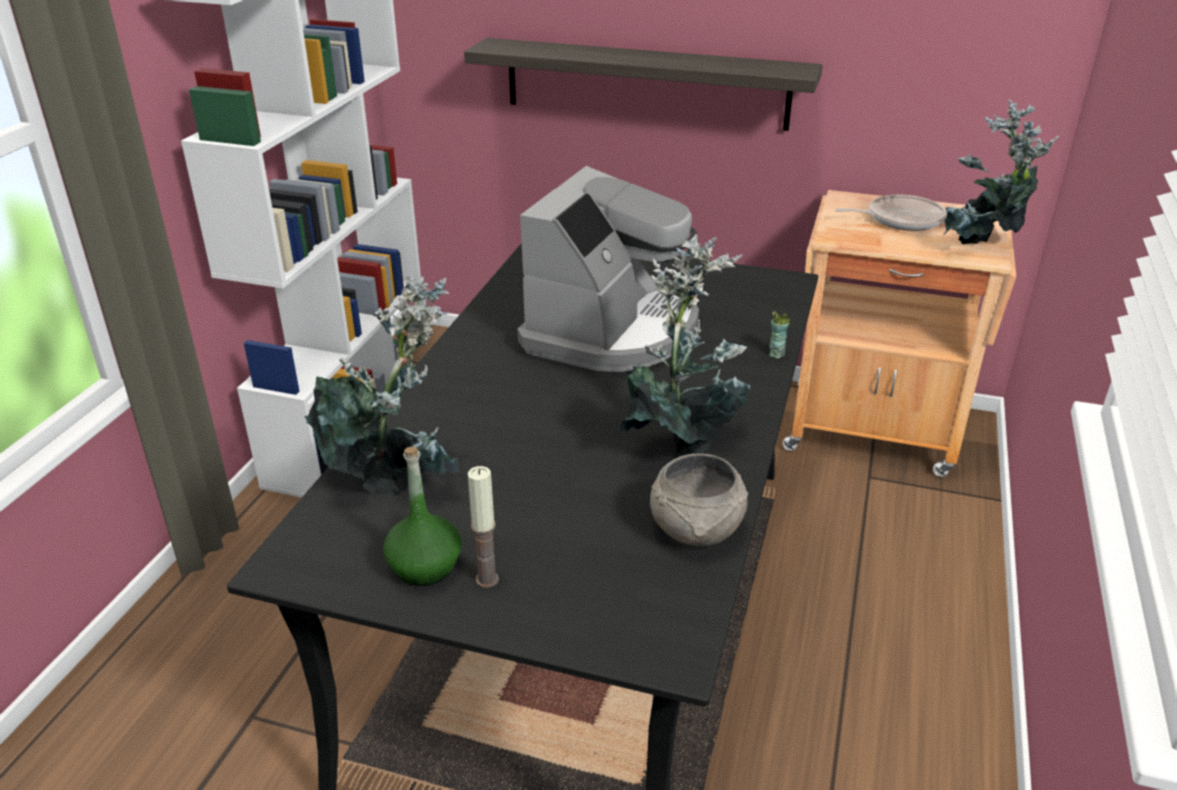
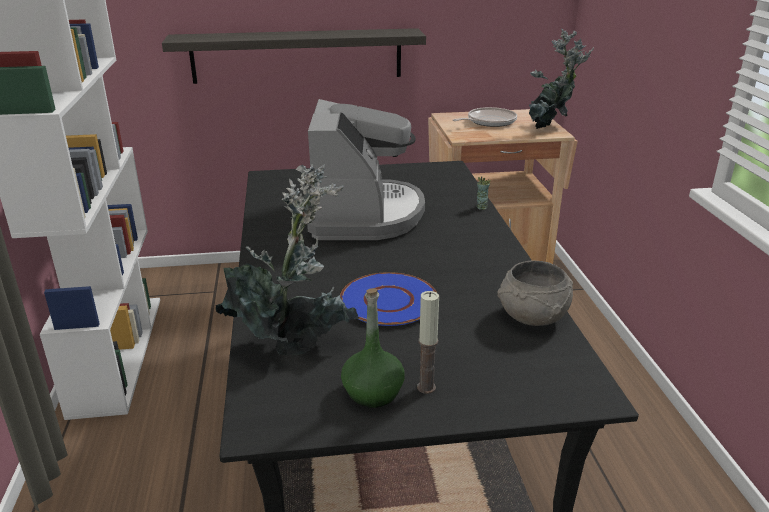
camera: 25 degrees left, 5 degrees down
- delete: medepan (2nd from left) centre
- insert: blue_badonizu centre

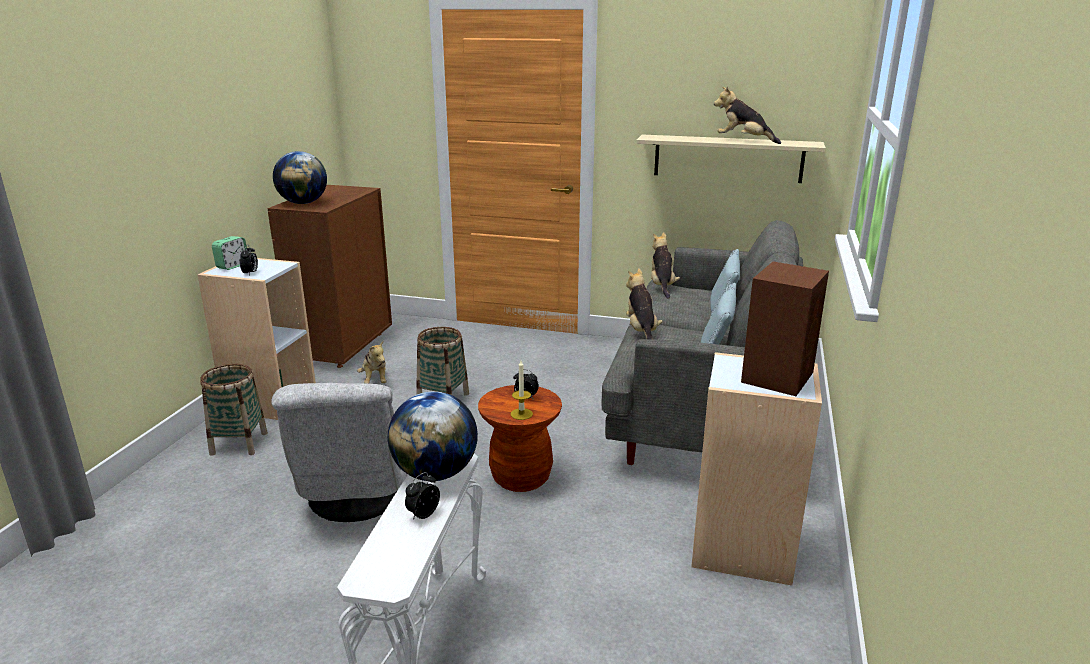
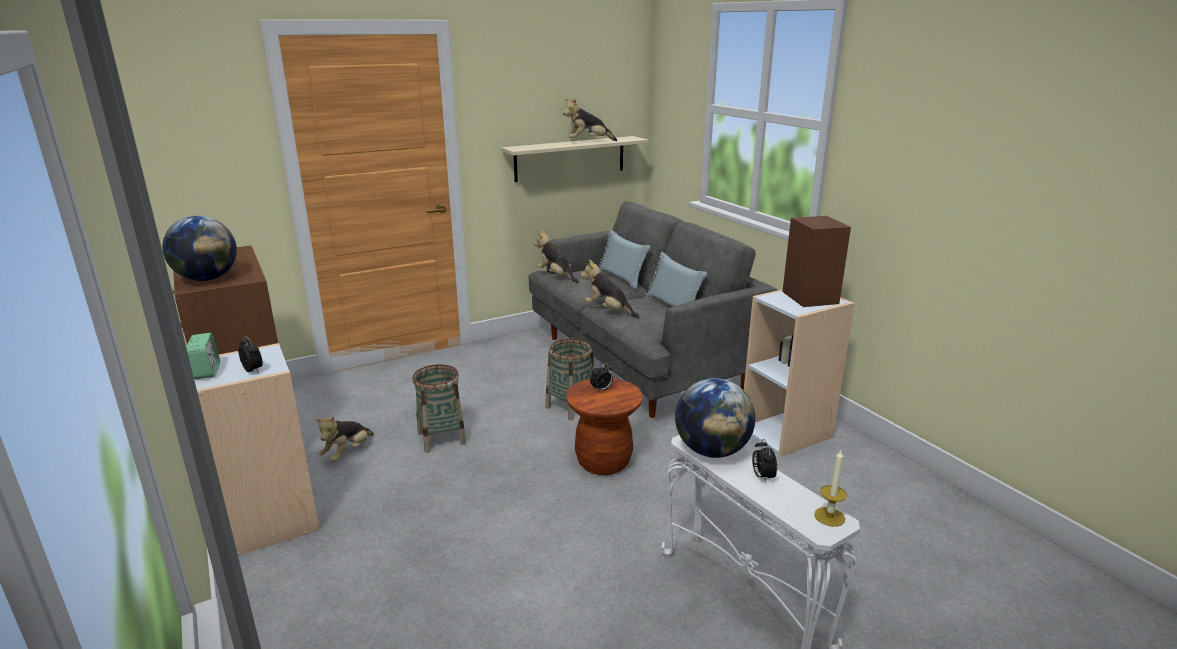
camera: 45 degrees left, 0 degrees up
- delete: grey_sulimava bottom left
- move: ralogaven (1st from left in the first image) middle left to ralogaven (2nd from left) centre
- move: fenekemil centre to bottom right
- rotate: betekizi (1st from left) centre = bottom left 90 degrees clockwise

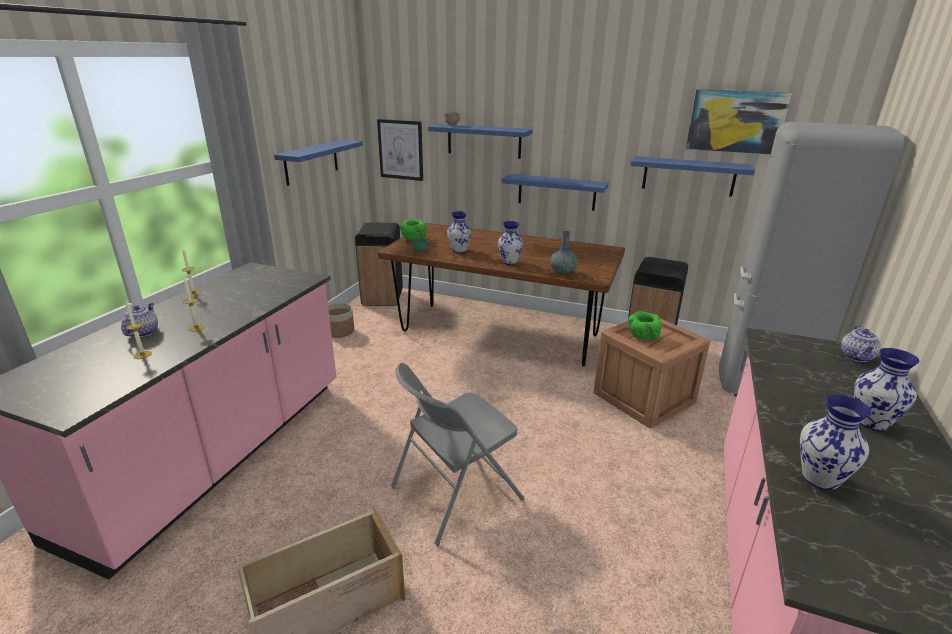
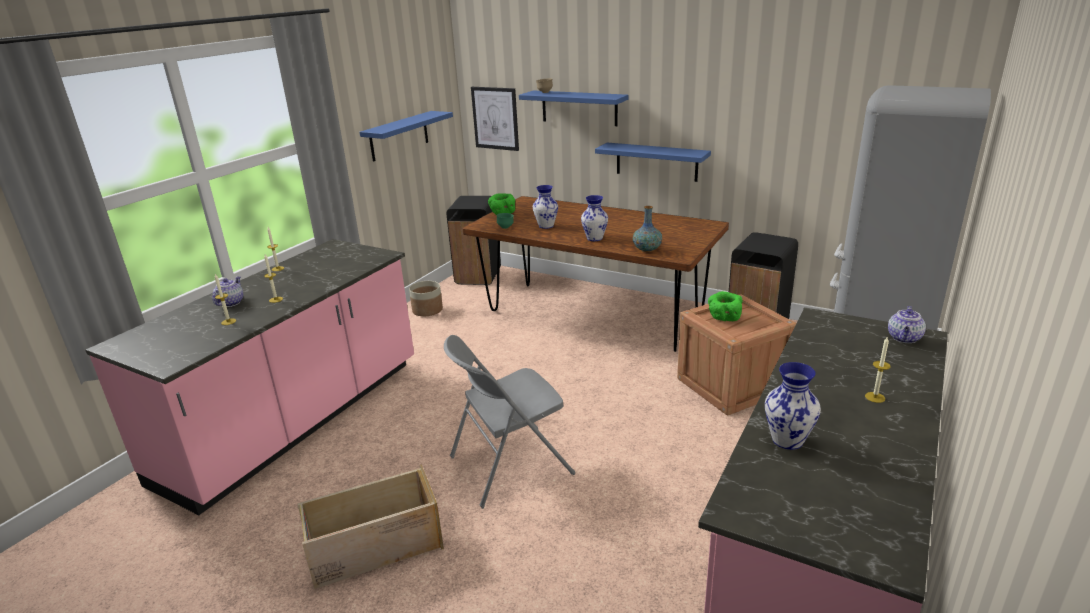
camera: 10 degrees right, 0 degrees up
- delete: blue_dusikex (4th from left) top right
- delete: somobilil (2nd from left) top right
- replace: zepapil (5th from left) middle right to fenekemil (4th from left) middle right

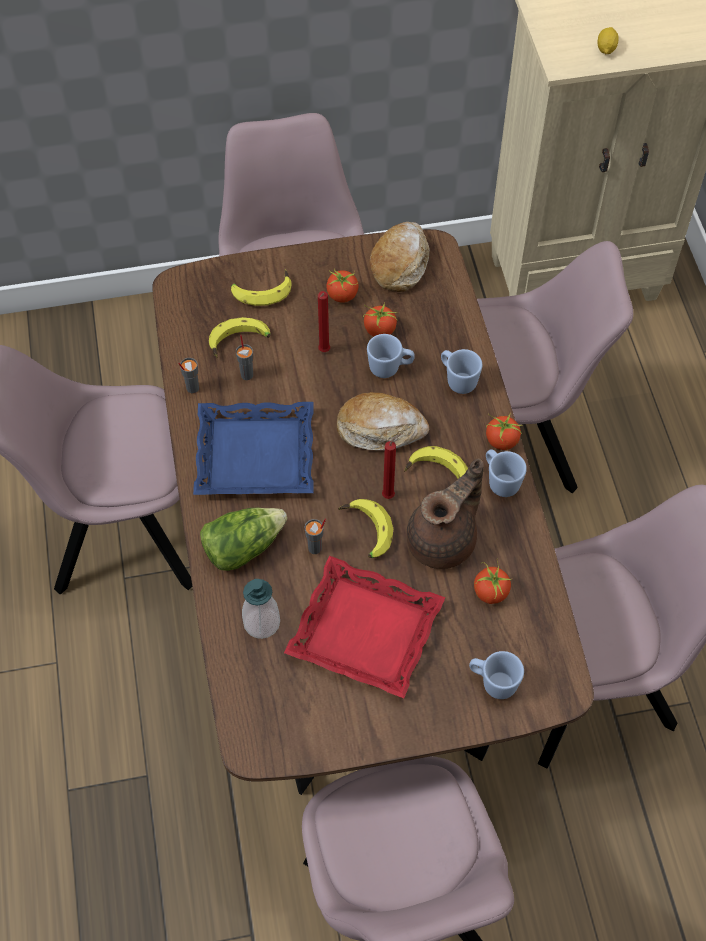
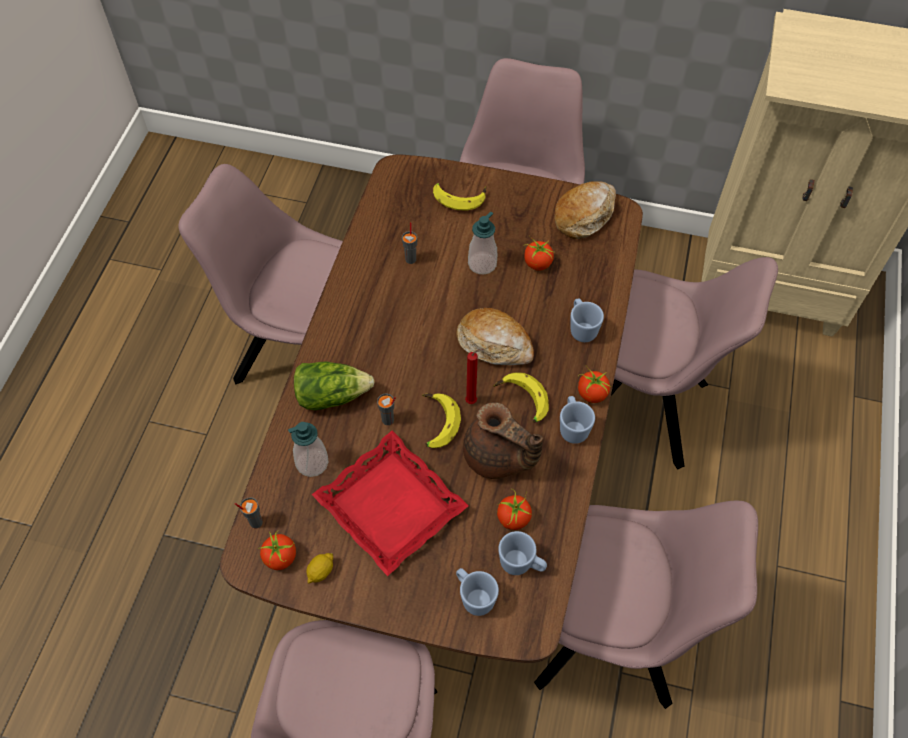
camera: 25 degrees right, 0 degrees up
- delete: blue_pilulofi centre
- delete: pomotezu (1st from left) centre
- move: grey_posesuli (1st from left) middle left to bottom left
- move: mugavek (1st from left) top centre to bottom left
- move: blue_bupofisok (1st from left in the first image) centre to blue_bupofisok (2nd from left) bottom centre
- move: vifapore top right to bottom centre
- replace: red_fenekemil (1st from left) centre to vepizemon (2nd from left) top centre
- rotate: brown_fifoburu centre = centre 60 degrees clockwise

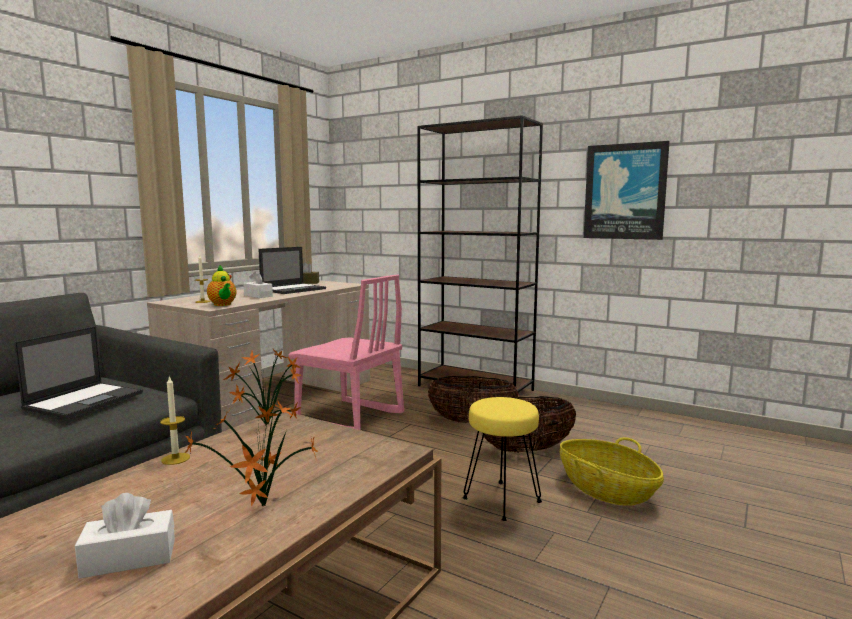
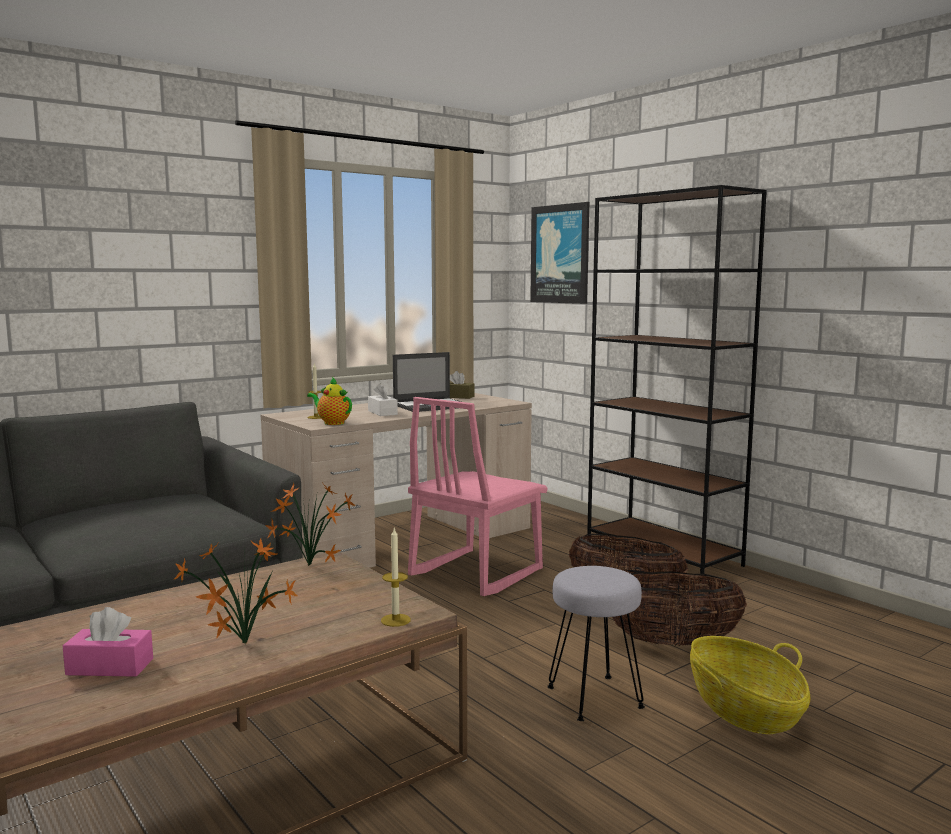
camera: 20 degrees right, 0 degrees up
- delete: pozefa (1st from left) middle left
- move: fenekemil (1st from left in the first image) bottom left to fenekemil (2nd from left) bottom centre
- move: somobilil top right to top centre
- recolor: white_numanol (1st from left) bottom left to pink_numanol bottom left
- recolor: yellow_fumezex bottom centre to grey_fumezex bottom centre
- rotate: fifoburu middle left = centre 135 degrees clockwise
- rotate: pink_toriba centre = centre 75 degrees clockwise

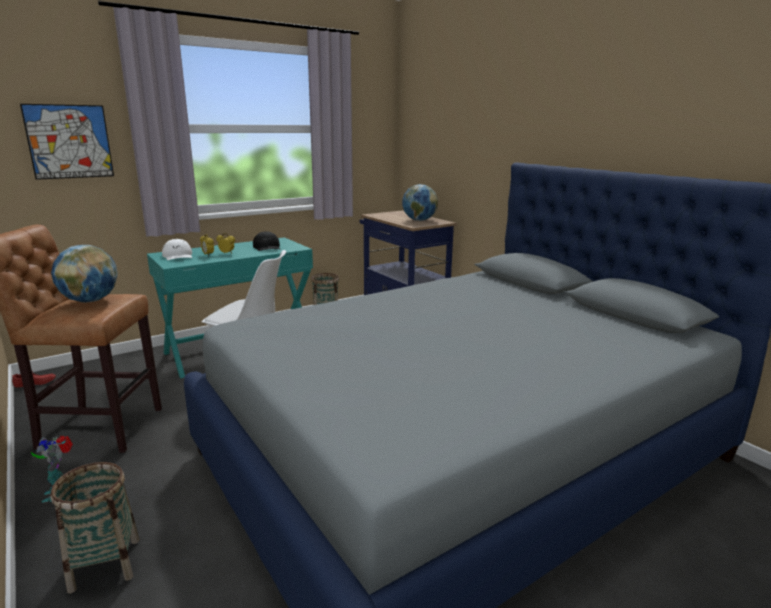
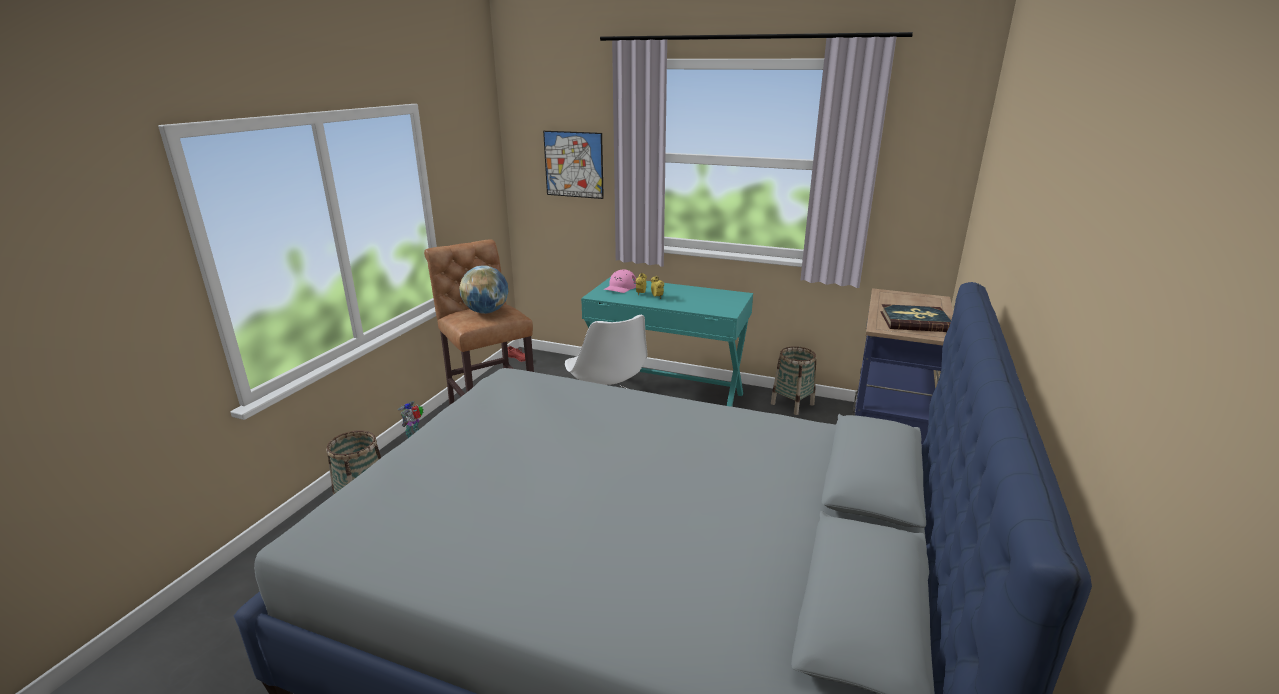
camera: 55 degrees right, 5 degrees up
- delete: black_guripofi centre
- replace: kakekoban (2nd from left) top centre to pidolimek middle right
- recolor: white_guripofi middle left to pink_guripofi centre

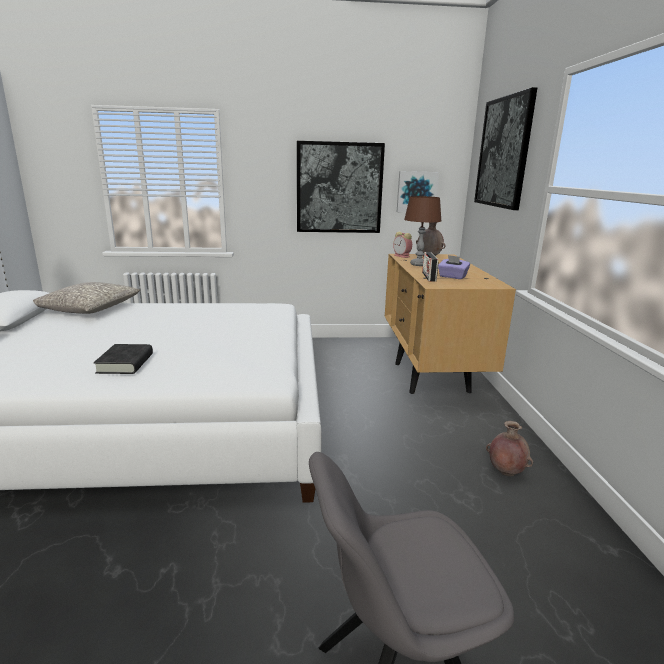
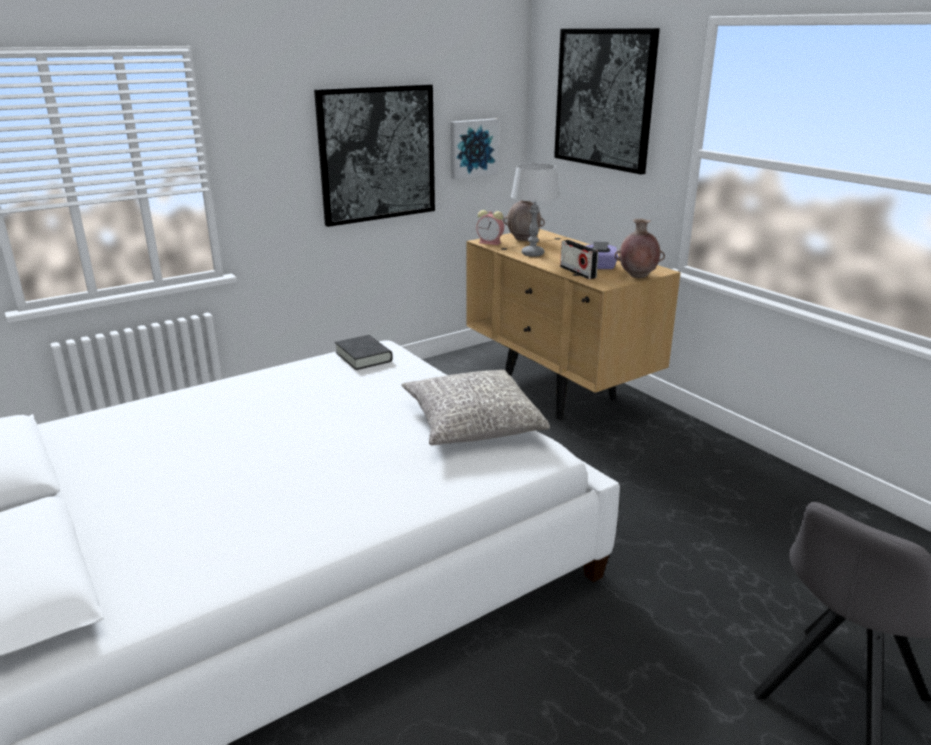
camera: 30 degrees left, 5 degrees up
- move: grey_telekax middle left to centre
- move: black_pidolimek middle left to centre
- move: brown_zepapil (2nd from left) bottom right to top right
- recolor: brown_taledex centre to grey_taledex top centre

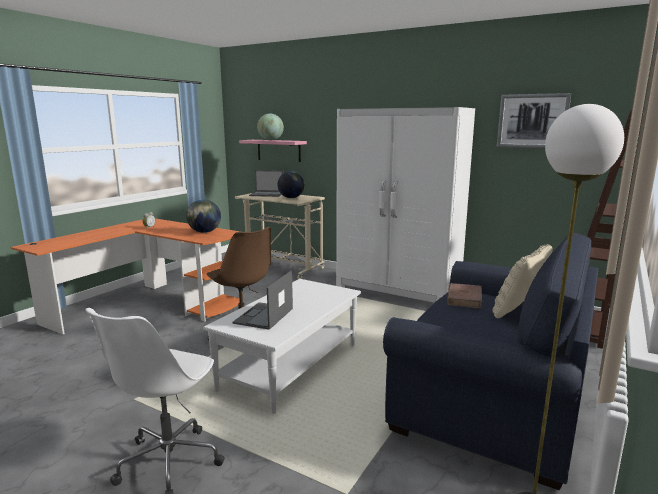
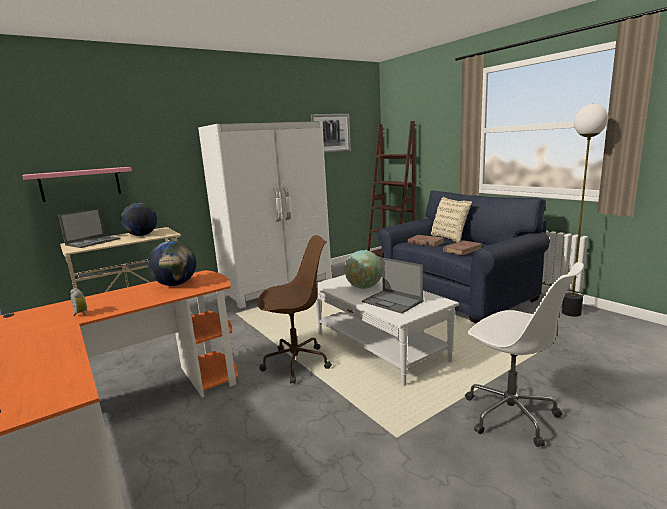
camera: 65 degrees left, 0 degrees up
- insert: brown_pidolimek (2nd from left) middle right
- move: kakekoban (2nd from left in the first image) top centre to kakekoban (3rd from left) centre

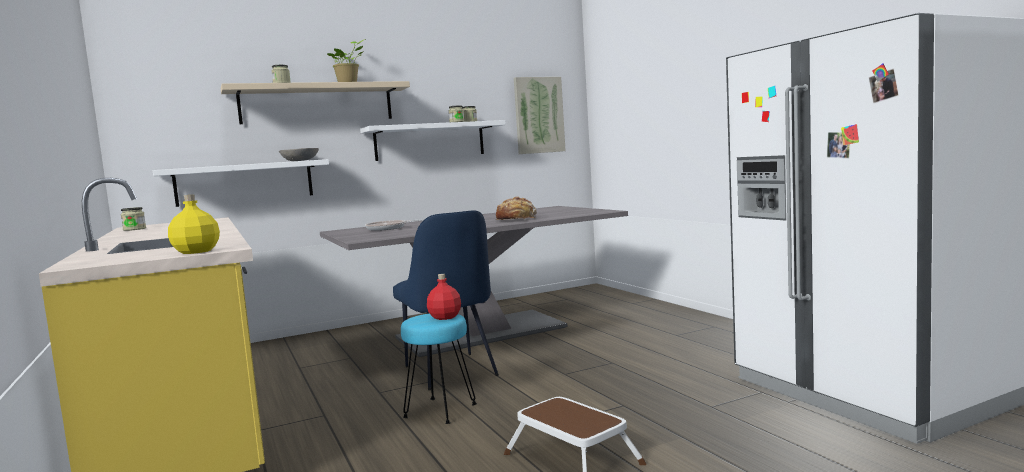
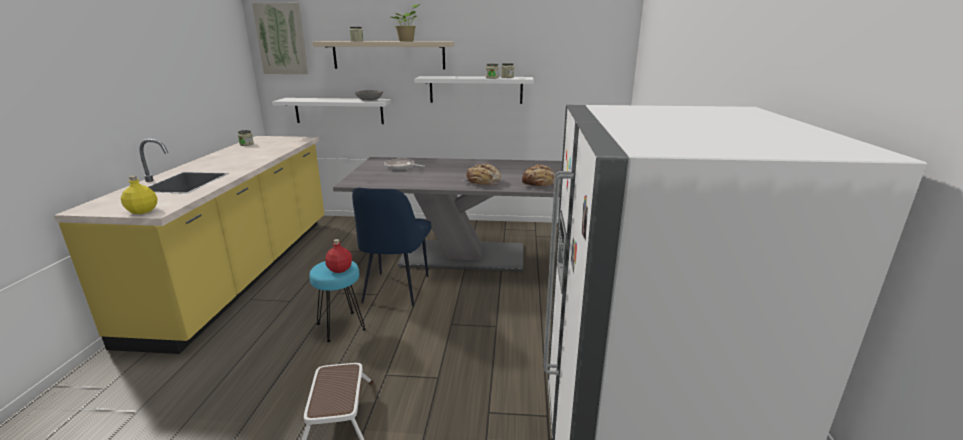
camera: 30 degrees right, 15 degrees up
- insert: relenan (2nd from left) centre
- move: somobilil top centre to top left

